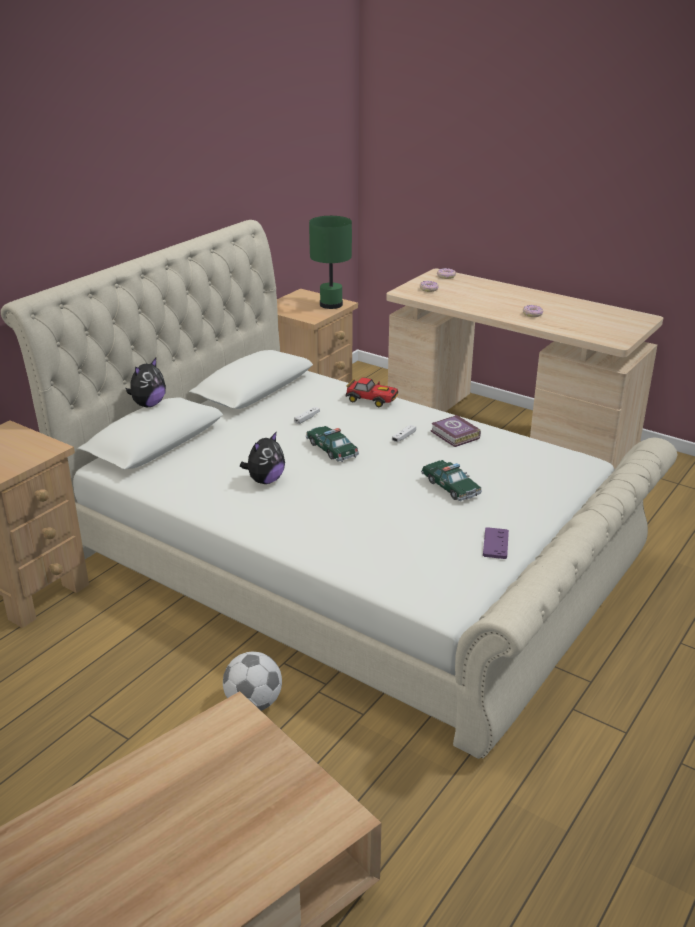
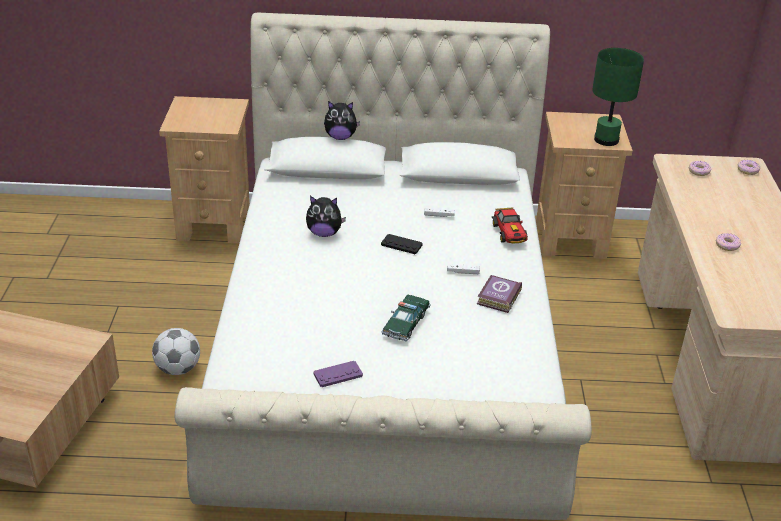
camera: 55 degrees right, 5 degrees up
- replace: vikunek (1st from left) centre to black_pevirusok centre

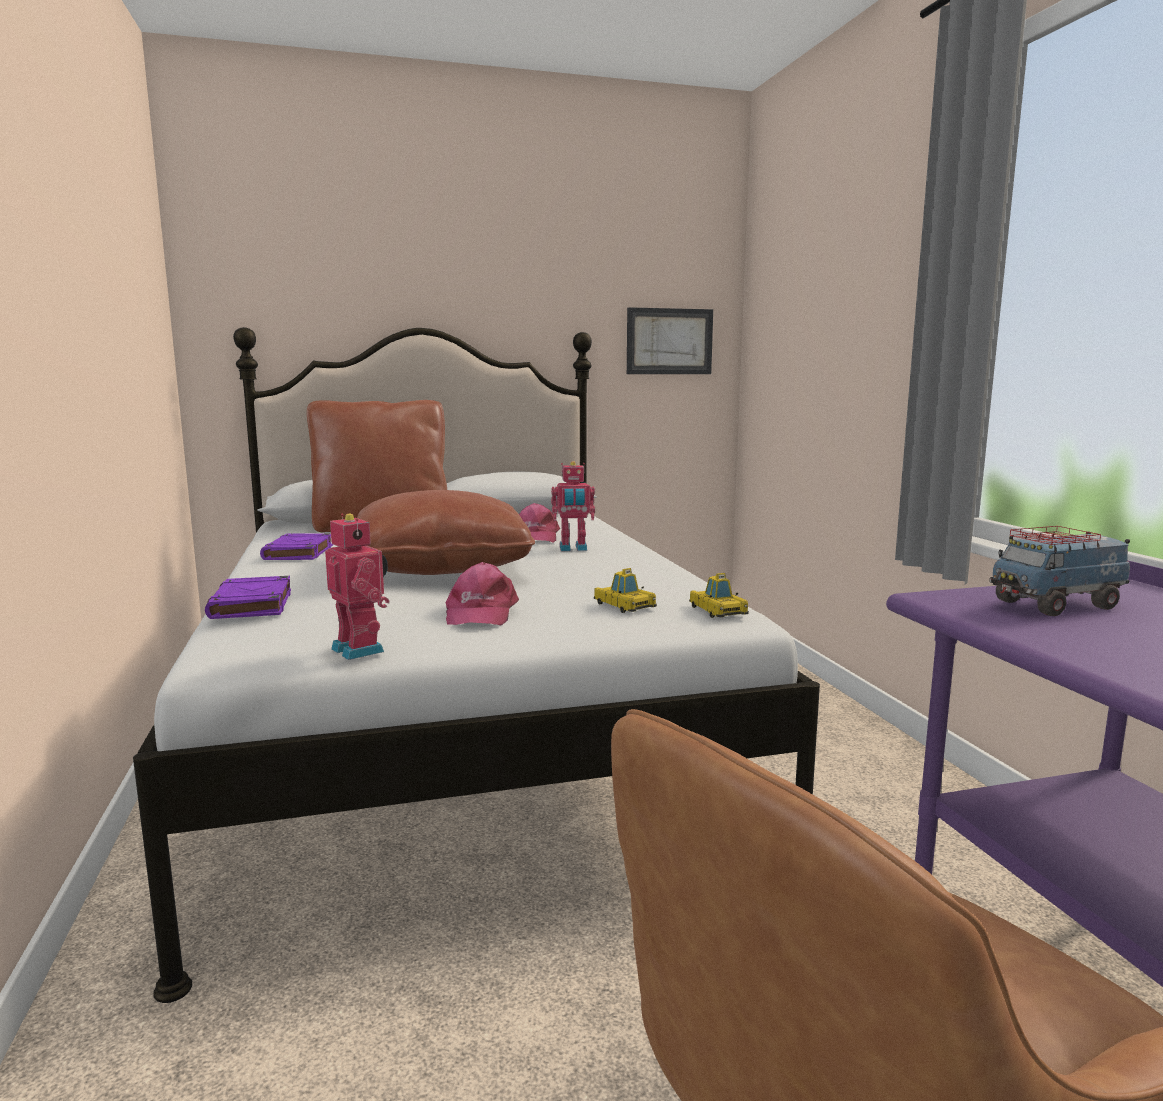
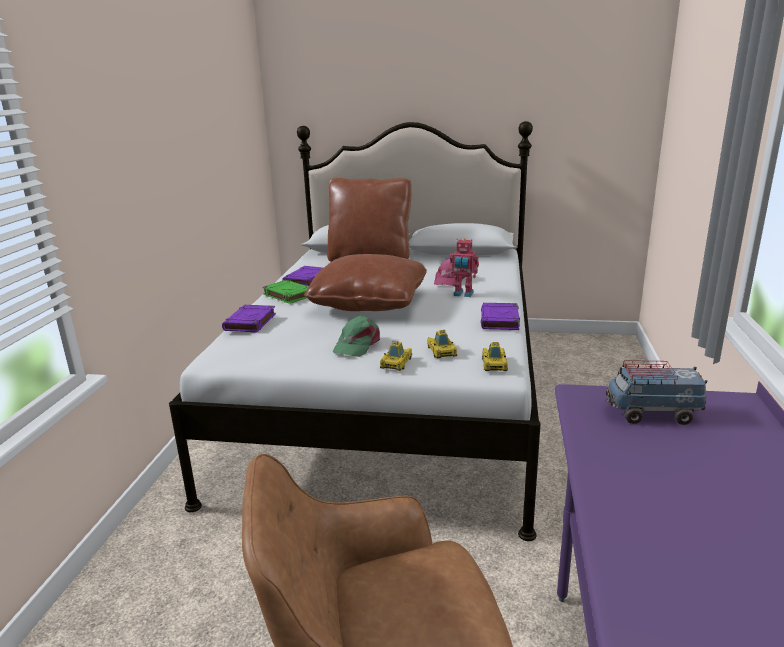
camera: 25 degrees right, 10 degrees up
- delete: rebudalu (1st from left) middle left
- delete: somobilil top centre
- insert: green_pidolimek centre
- insert: vikunek (1st from left) centre
- insert: purple_pidolimek (3rd from left) centre
- recolor: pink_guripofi (1st from left) centre to green_guripofi centre

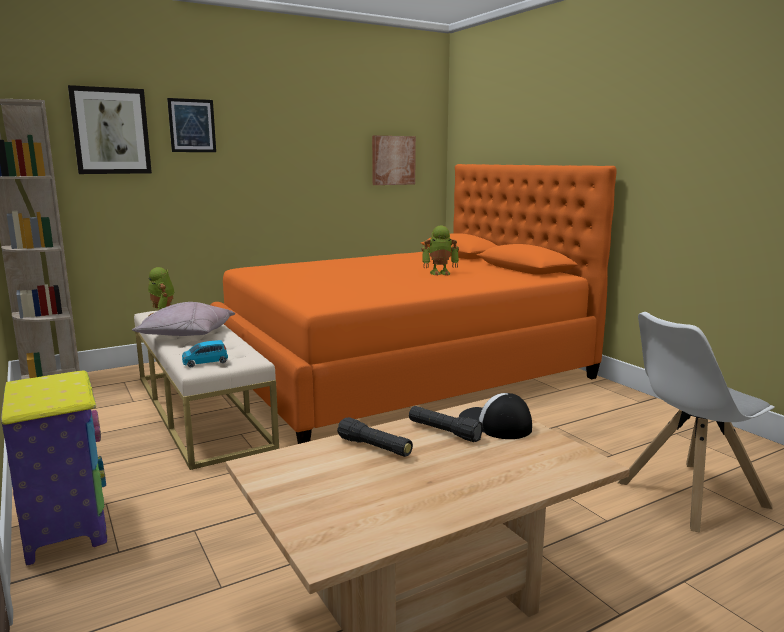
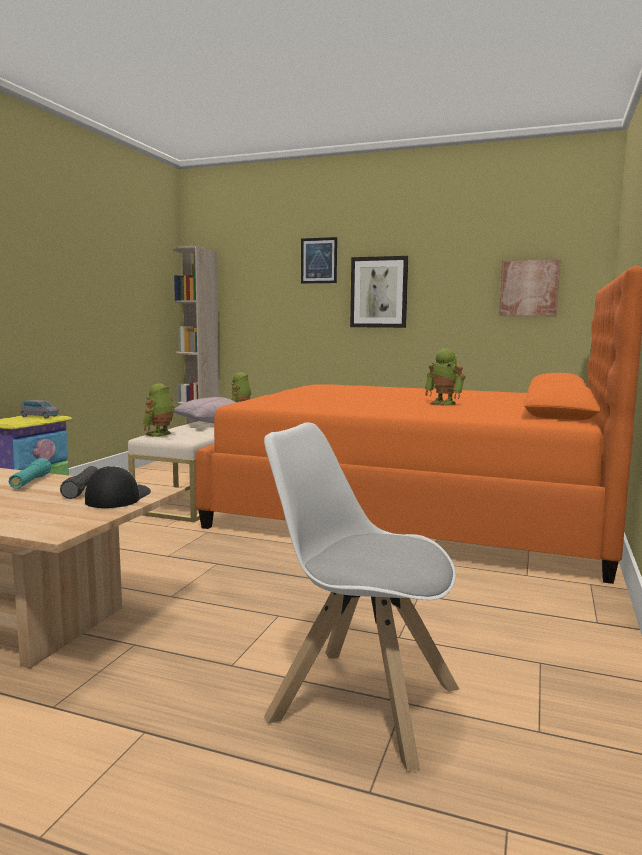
camera: 50 degrees right, 5 degrees down
- insert: grey_vikunek middle left
- move: somobilil (1st from left in the first image) top left to somobilil (2nd from left) centre
- replace: blue_vikunek middle left to rebudalu (1st from left) middle left
- recolor: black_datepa (1st from left) bottom centre to turquoise_datepa middle left

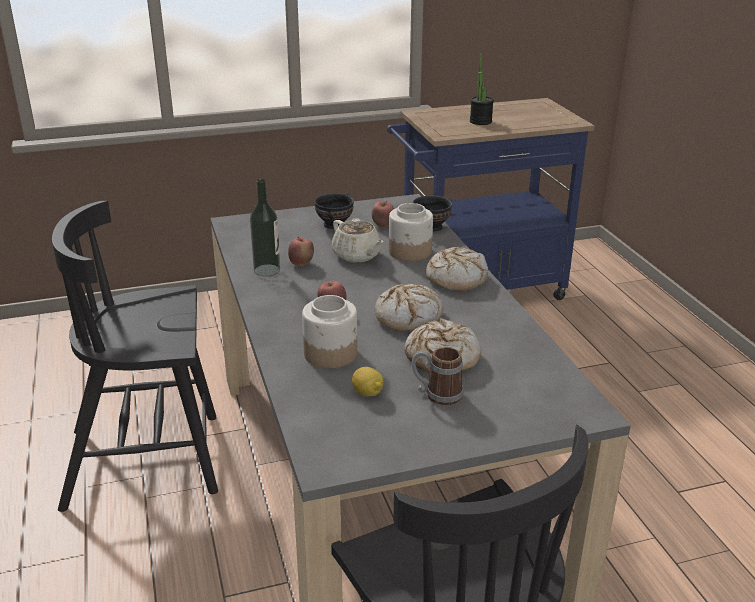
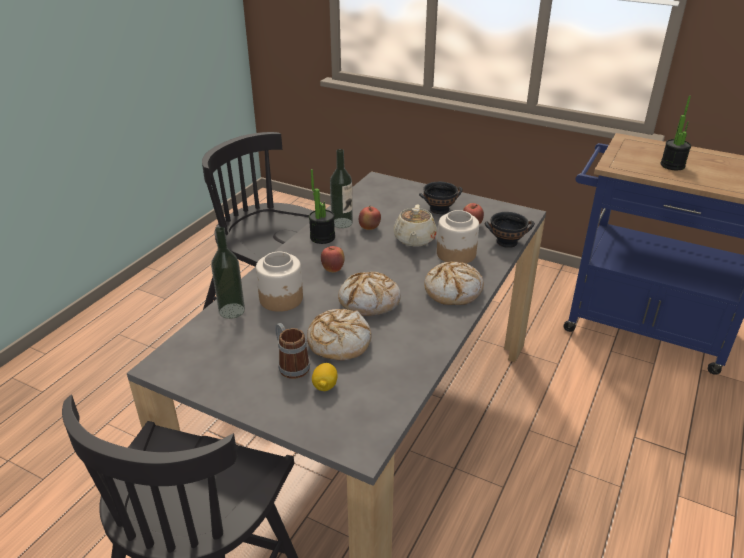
camera: 45 degrees right, 5 degrees up
- insert: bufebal (1st from left) middle left
- insert: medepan (1st from left) centre
- move: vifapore centre to bottom centre

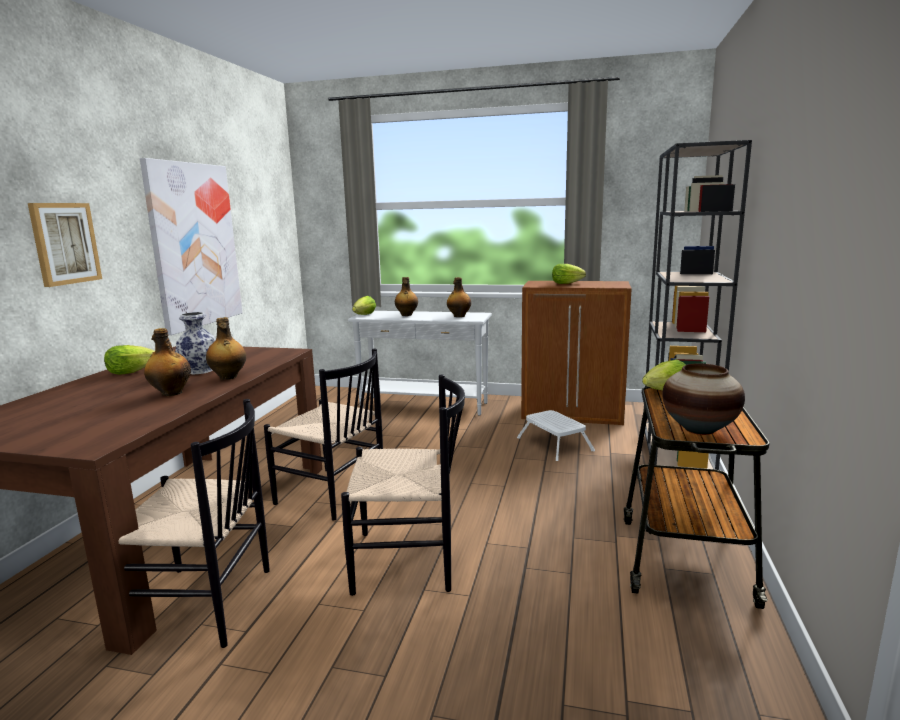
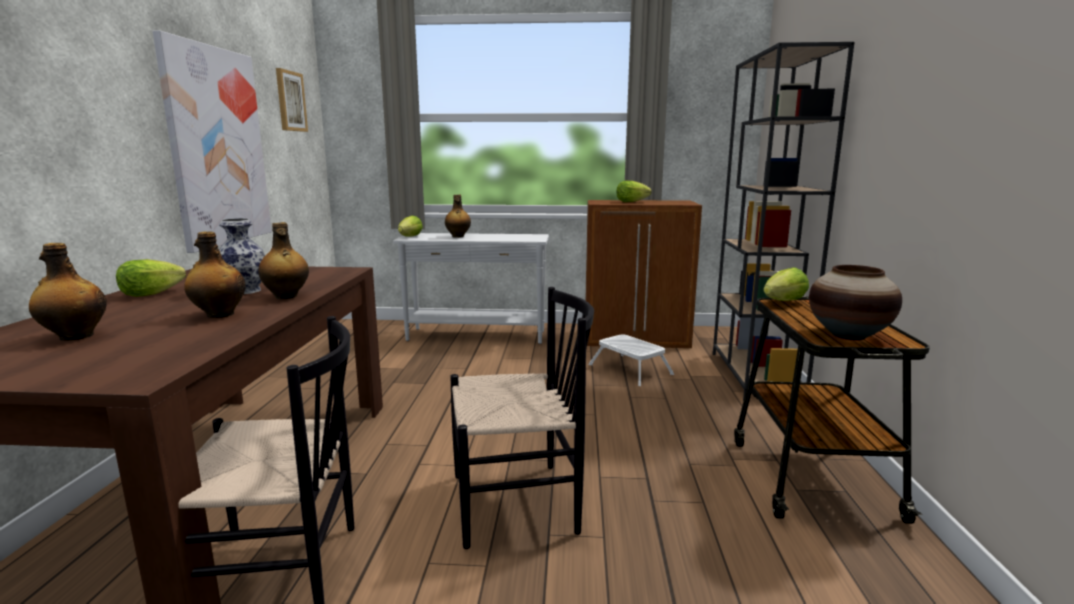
camera: 10 degrees left, 0 degrees up
- delete: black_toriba (2nd from left) centre
- move: somobilil (1st from left in the first image) middle left to somobilil (2nd from left) top left
- move: bufebal (4th from left in the first image) centre to bufebal (1st from left) middle left

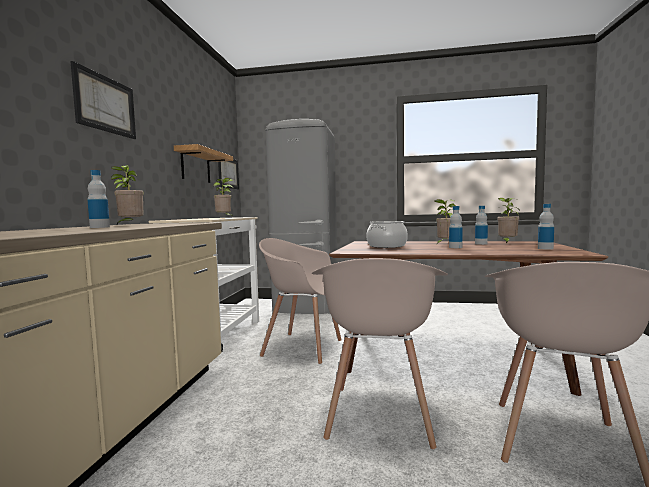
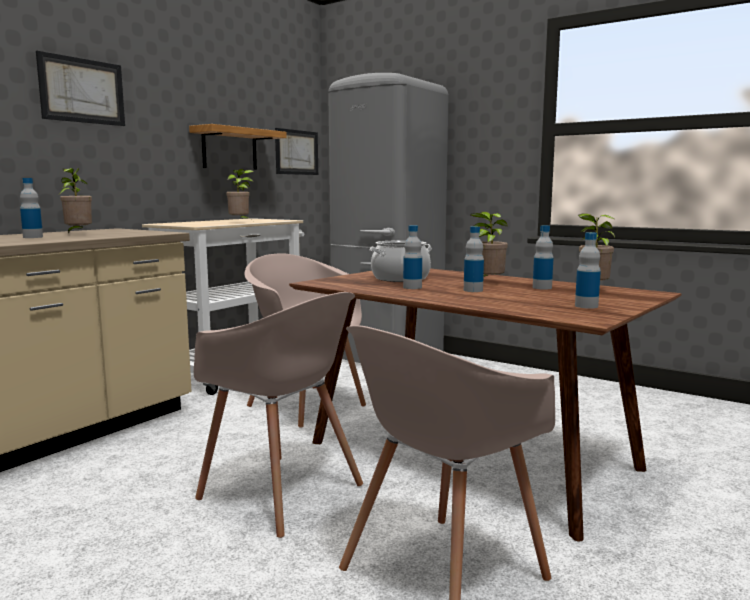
camera: 25 degrees right, 5 degrees up
- insert: bufebal (2nd from left) centre
- rotate: beige_toriba (2nd from left in the first image) bottom centre = bottom centre 90 degrees counterclockwise

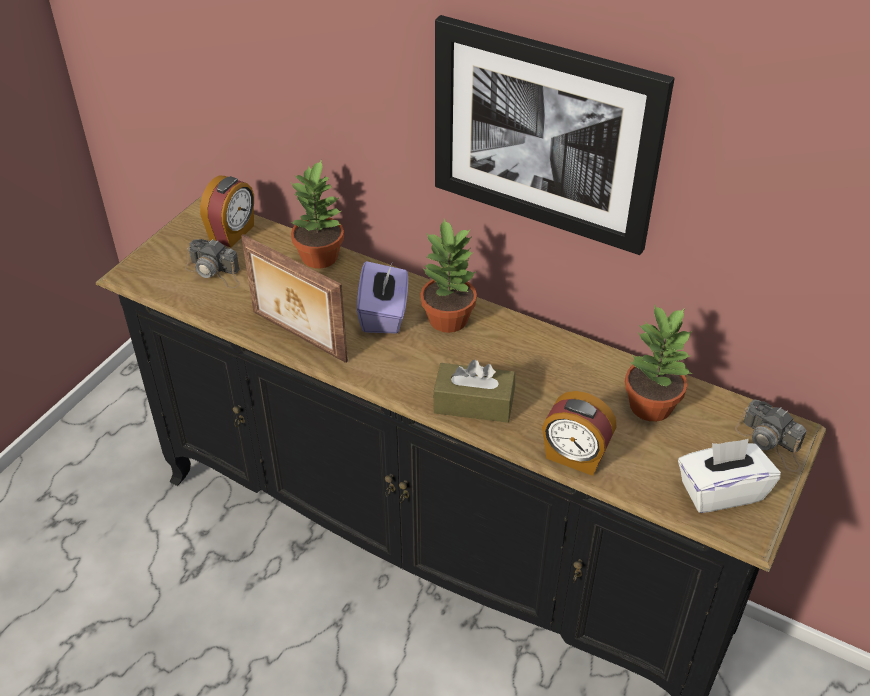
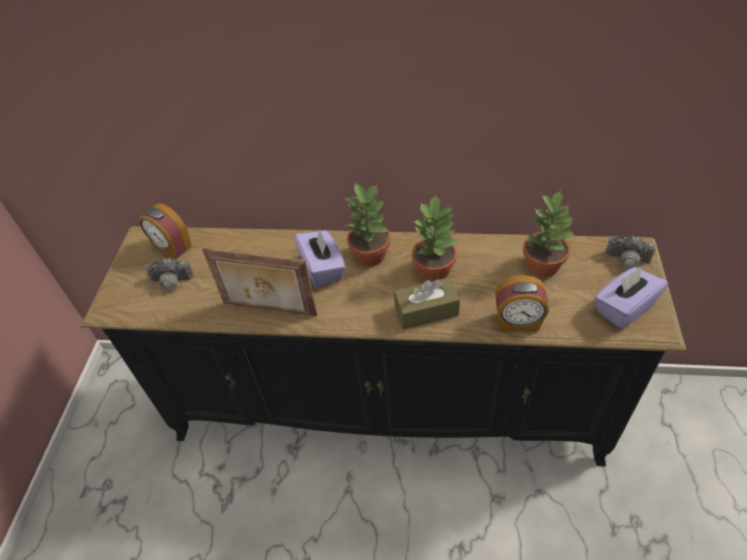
camera: 20 degrees left, 5 degrees up
- delete: somobilil top centre
- move: medepan (1st from left in the first image) top centre to medepan (2nd from left) centre
- recolor: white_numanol bottom right to purple_numanol (2nd from left) middle right
- rotate: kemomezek (1st from left) top left = middle left 120 degrees clockwise

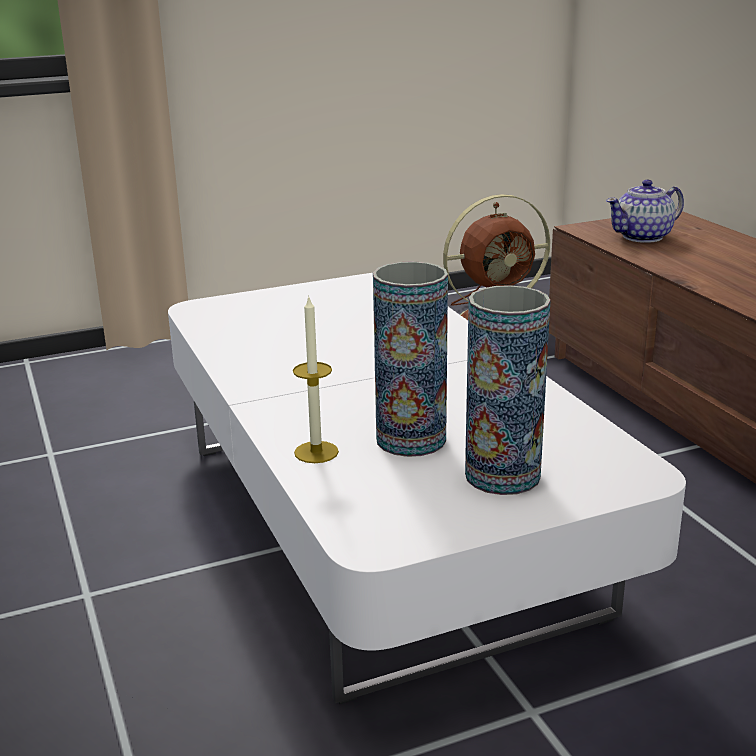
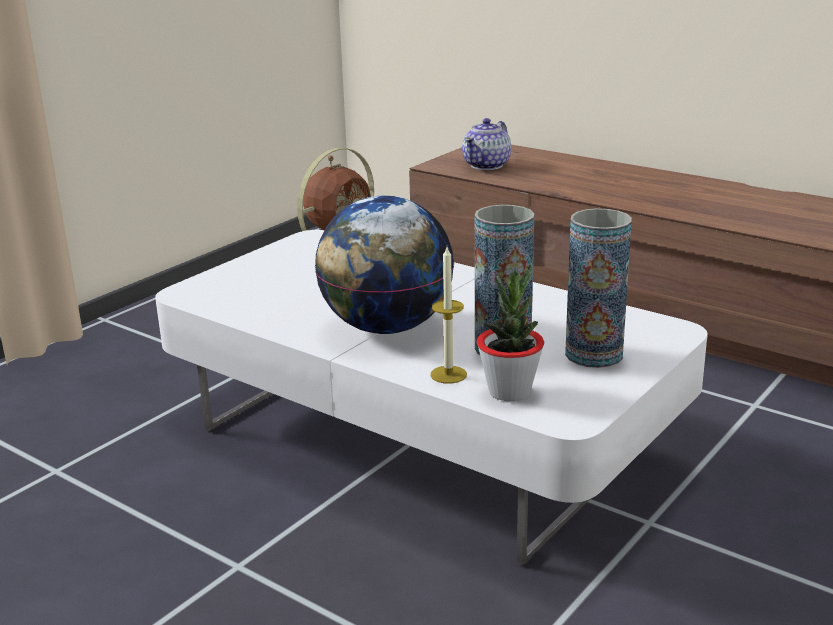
camera: 30 degrees left, 0 degrees up
- insert: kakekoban centre
- insert: medepan centre

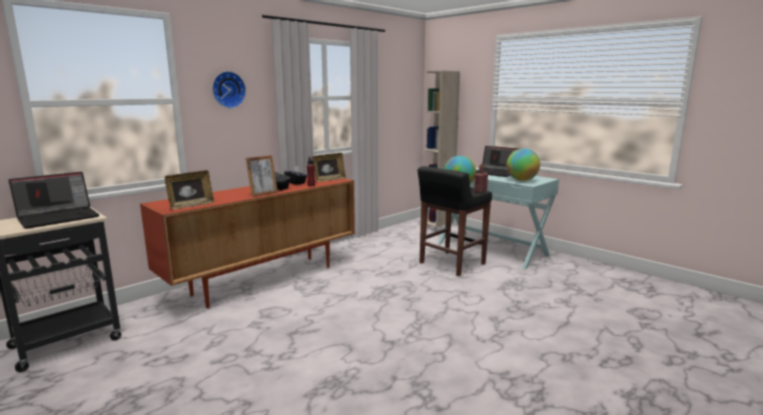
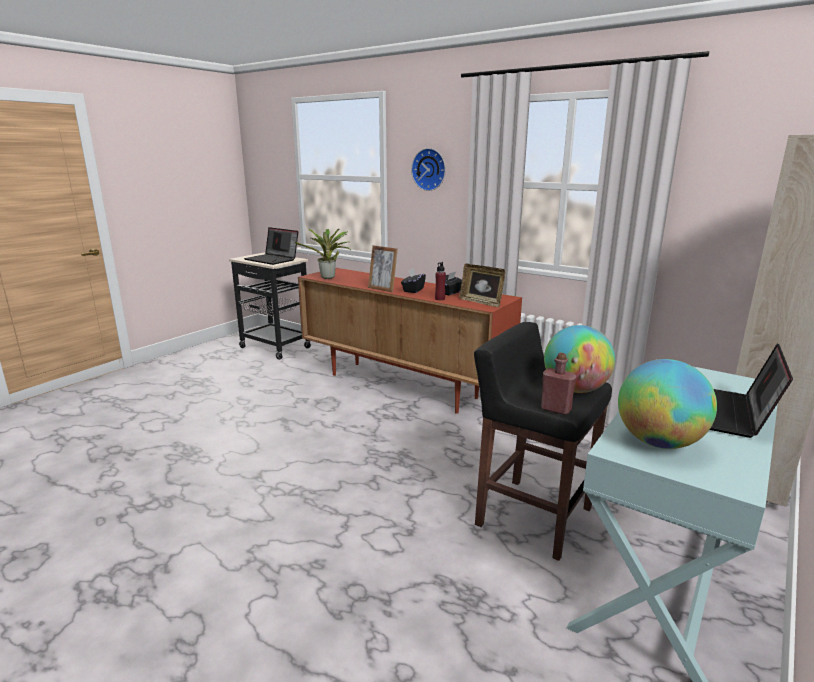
camera: 80 degrees right, 5 degrees up
- replace: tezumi (1st from left) middle left to medepan centre

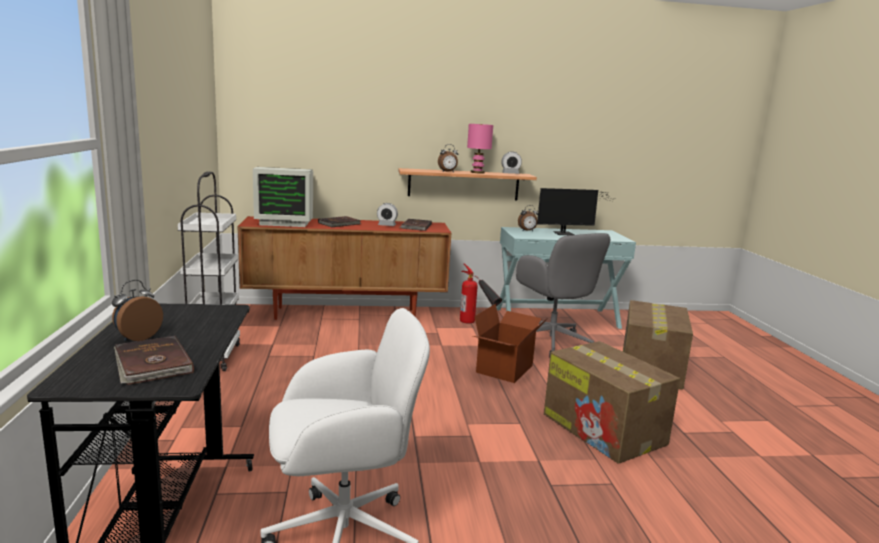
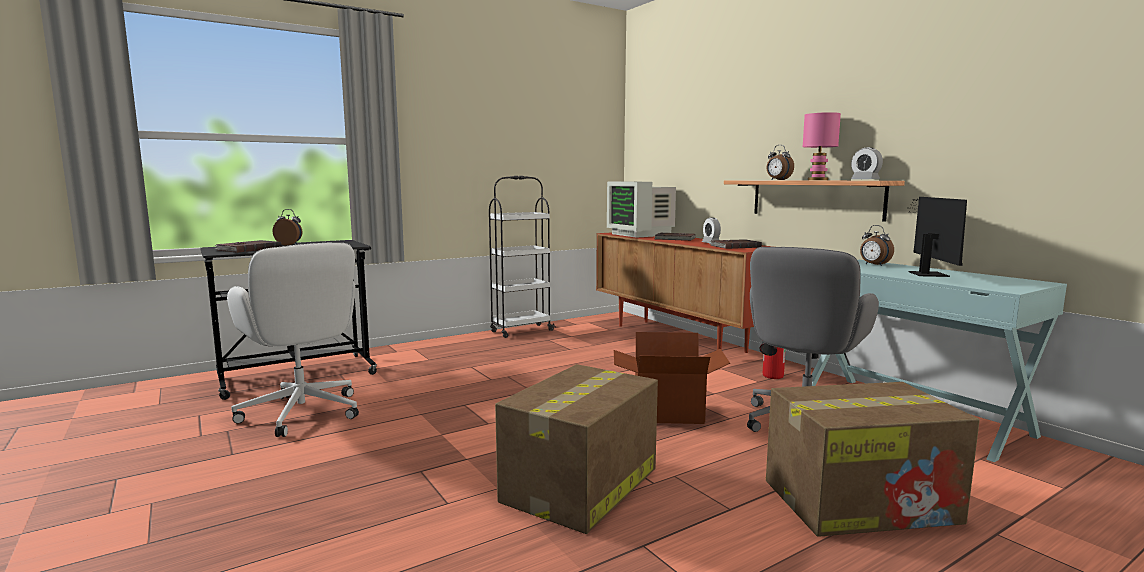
camera: 65 degrees right, 5 degrees down
- rotate: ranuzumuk (2nd from left) centre = middle right 135 degrees counterclockwise

